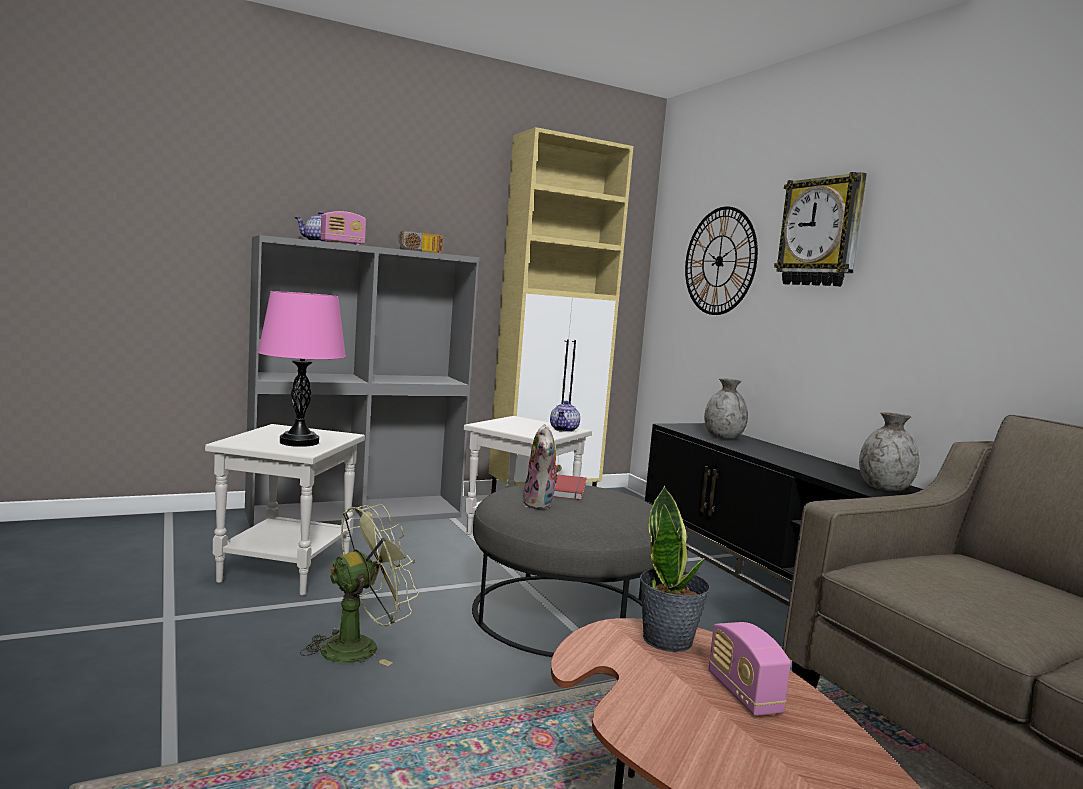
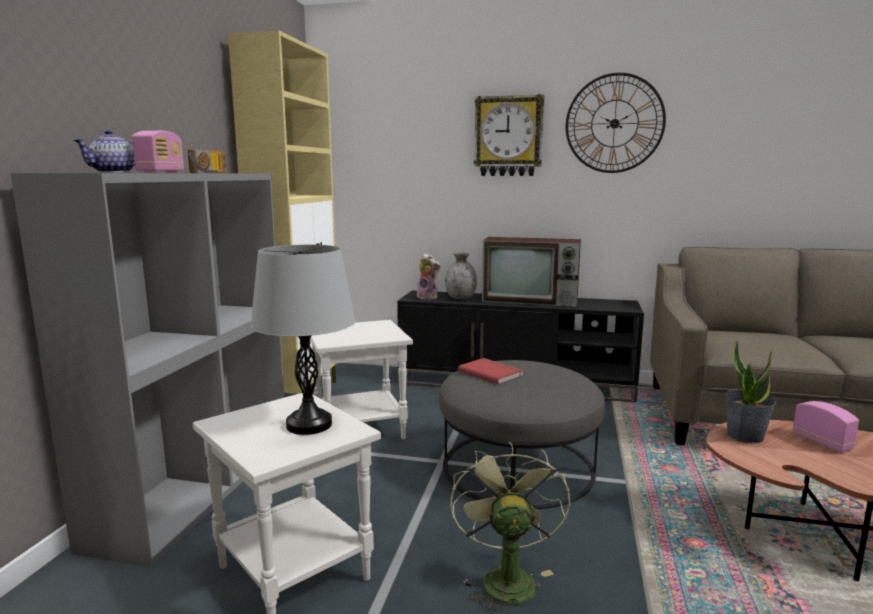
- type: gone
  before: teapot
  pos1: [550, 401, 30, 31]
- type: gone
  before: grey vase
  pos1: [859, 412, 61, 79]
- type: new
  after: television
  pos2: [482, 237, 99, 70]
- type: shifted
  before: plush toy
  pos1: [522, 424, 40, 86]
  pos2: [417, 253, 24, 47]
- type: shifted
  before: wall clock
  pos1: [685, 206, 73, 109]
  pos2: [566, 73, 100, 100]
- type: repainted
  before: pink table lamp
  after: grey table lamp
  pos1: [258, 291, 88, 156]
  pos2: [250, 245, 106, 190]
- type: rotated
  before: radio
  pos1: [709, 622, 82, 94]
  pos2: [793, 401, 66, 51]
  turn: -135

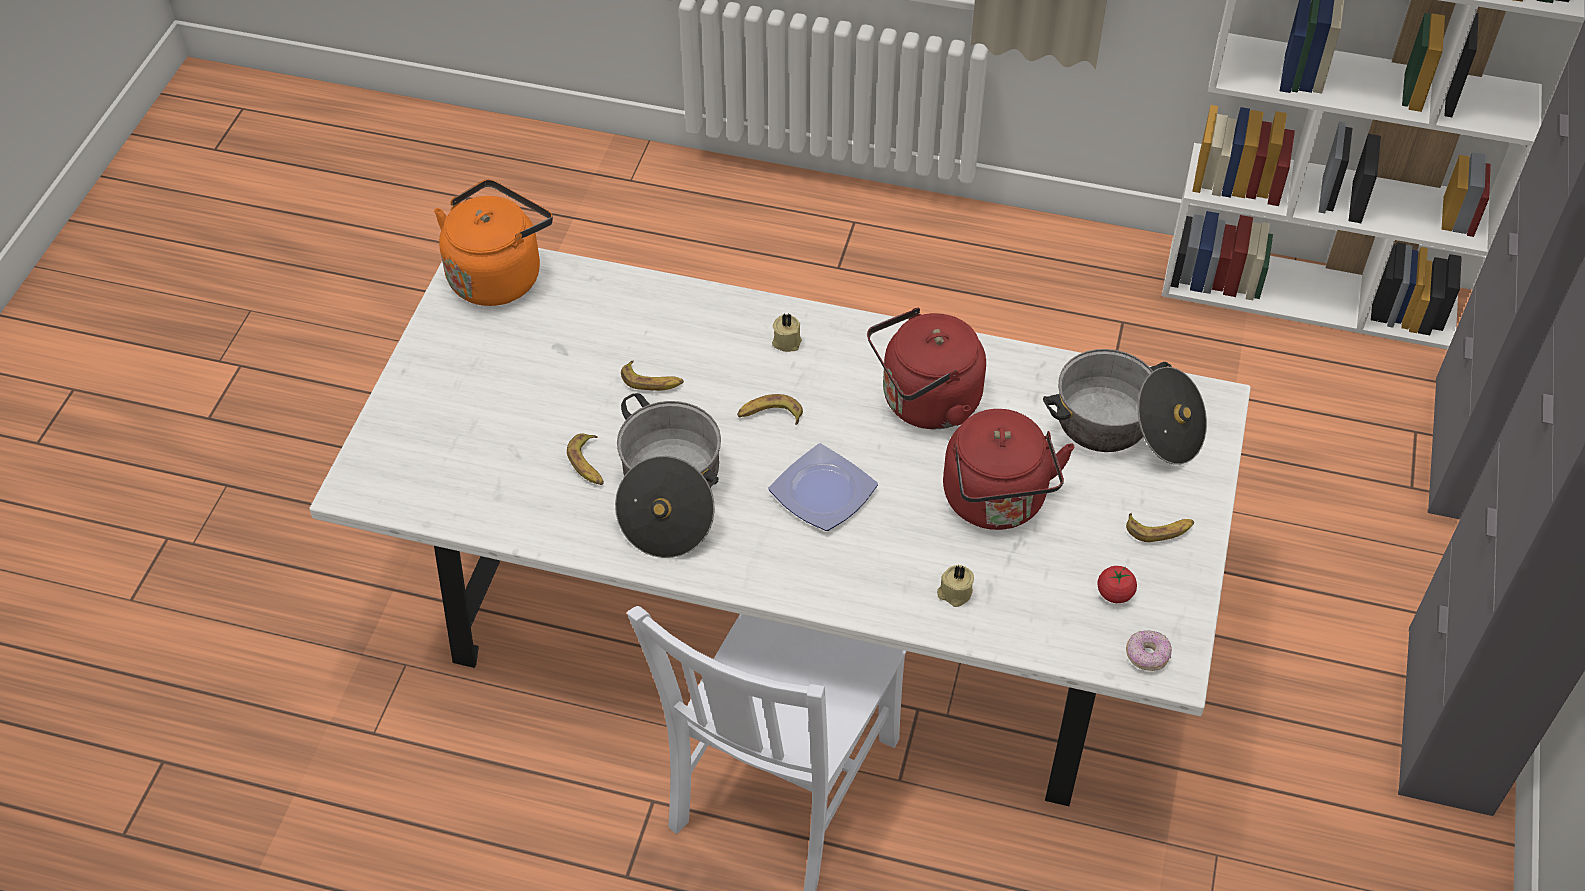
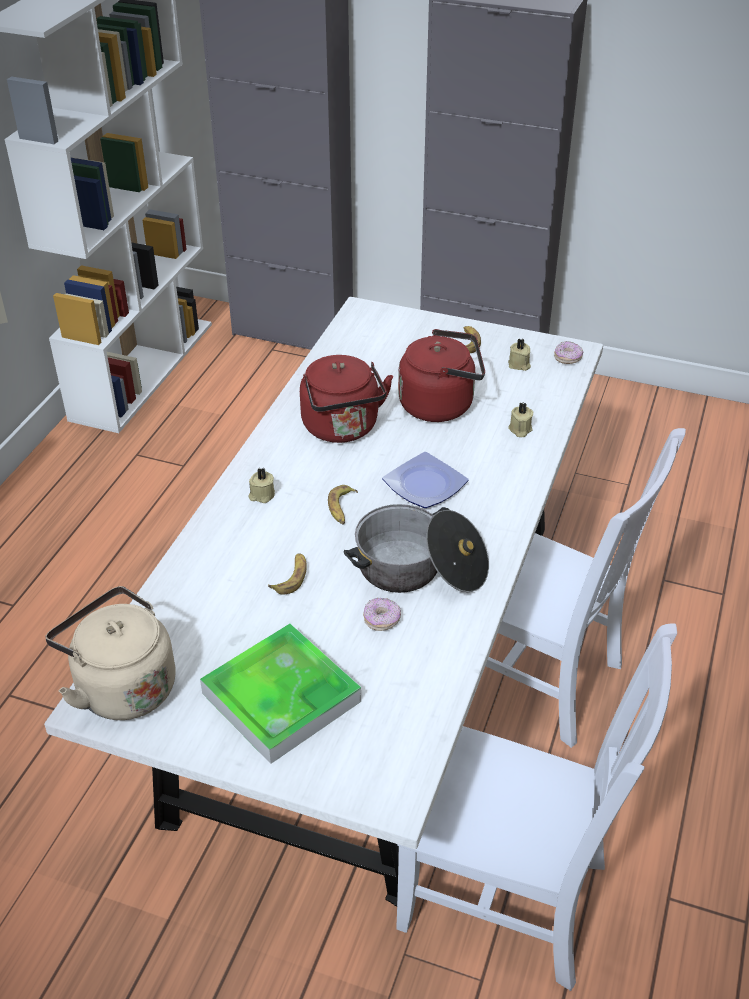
- type: gone
  before: cooking pot
  pos1: [1043, 349, 164, 115]
- type: new
  after: tray
  pos2: [200, 624, 161, 140]
- type: new
  after: white chair
  pos2: [396, 623, 281, 368]
- type: swapped
  before: banana
  after: donut
  pos1: [567, 434, 37, 51]
  pos2: [363, 598, 38, 33]
- type: swapped
  before: tomato
  after: beige candle
  pos1: [1097, 566, 40, 37]
  pos2: [508, 338, 23, 33]
- type: repainted
  before: orange kettle
  after: beige kettle
  pos1: [434, 179, 119, 127]
  pos2: [45, 586, 131, 134]

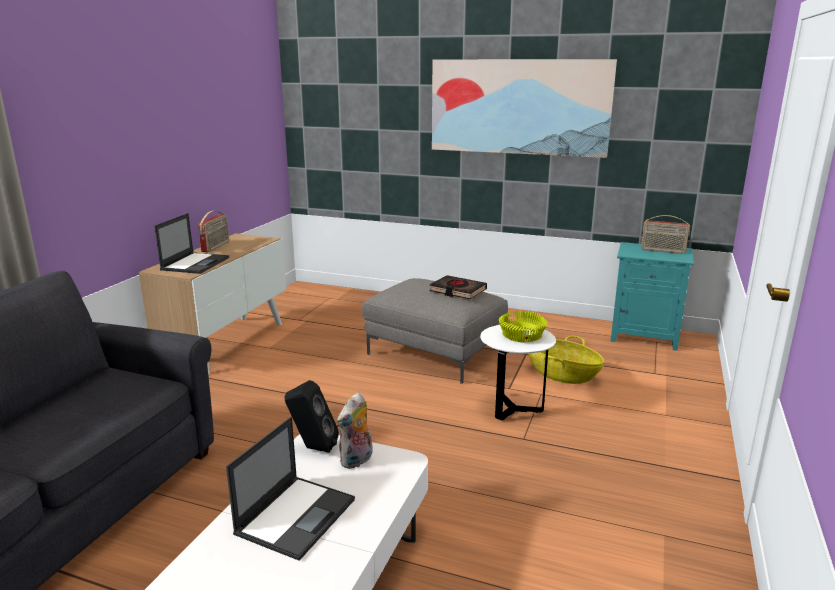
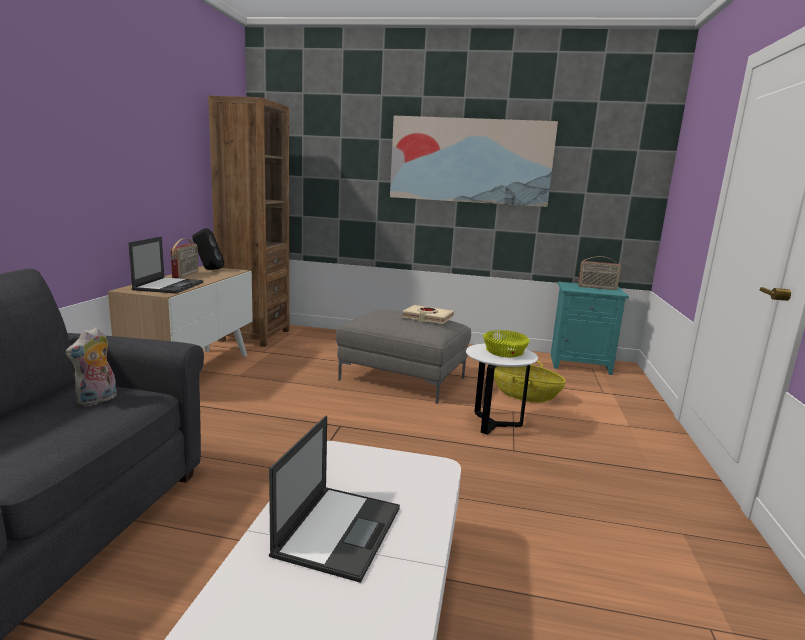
- type: new
  after: brown bookcase
  pos2: [208, 96, 81, 251]
- type: shifted
  before: black speaker
  pos1: [285, 380, 54, 73]
  pos2: [192, 228, 32, 42]
- type: shifted
  before: plush toy
  pos1: [337, 392, 35, 77]
  pos2: [65, 327, 52, 80]
- type: repainted
  before: black book
  after: beige book
  pos1: [430, 275, 57, 24]
  pos2: [402, 305, 52, 19]

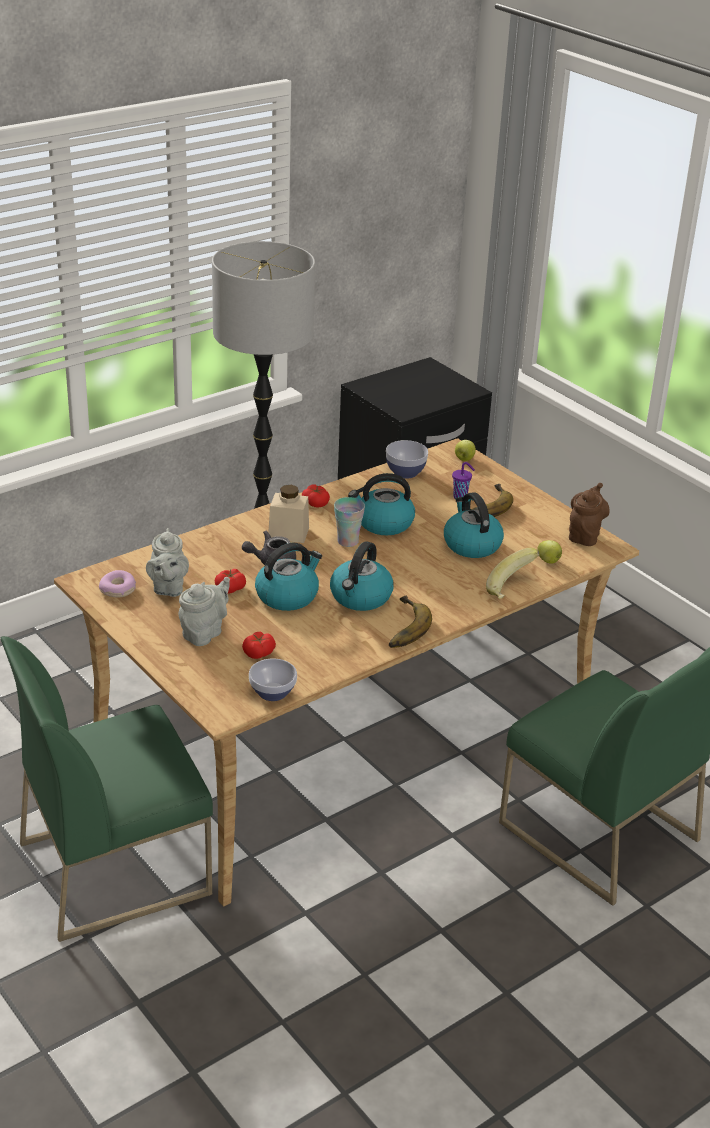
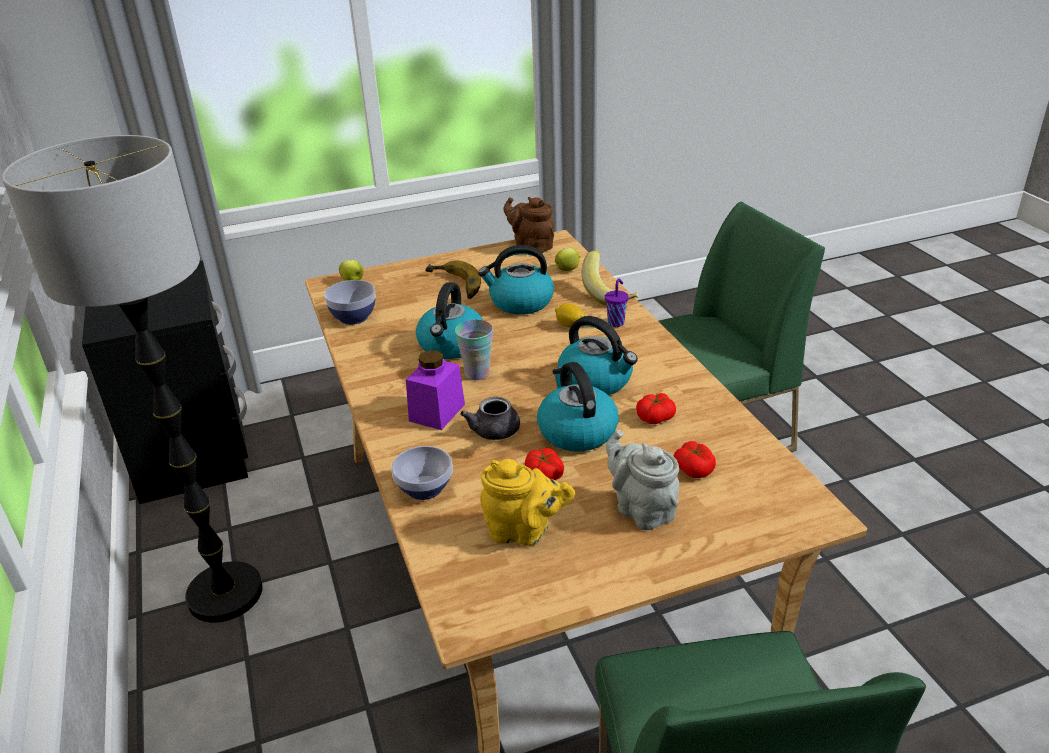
- type: gone
  before: donut
  pos1: [99, 570, 37, 27]
- type: gone
  before: banana
  pos1: [389, 596, 43, 52]
- type: new
  after: lemon
  pos2: [555, 303, 30, 25]
- type: shifted
  before: bowl
  pos1: [249, 659, 48, 42]
  pos2: [391, 446, 62, 54]
- type: shifted
  before: tomato
  pos1: [302, 485, 28, 23]
  pos2: [636, 393, 40, 31]
- type: shifted
  before: purple cup
  pos1: [452, 462, 23, 37]
  pos2: [605, 279, 24, 48]
- type: repainted
  before: grey teapot
  after: yellow teapot
  pos1: [146, 528, 43, 69]
  pos2: [480, 459, 95, 87]
- type: repainted
  before: beige jar
  after: purple jar
  pos1: [268, 485, 41, 58]
  pos2: [406, 350, 59, 80]

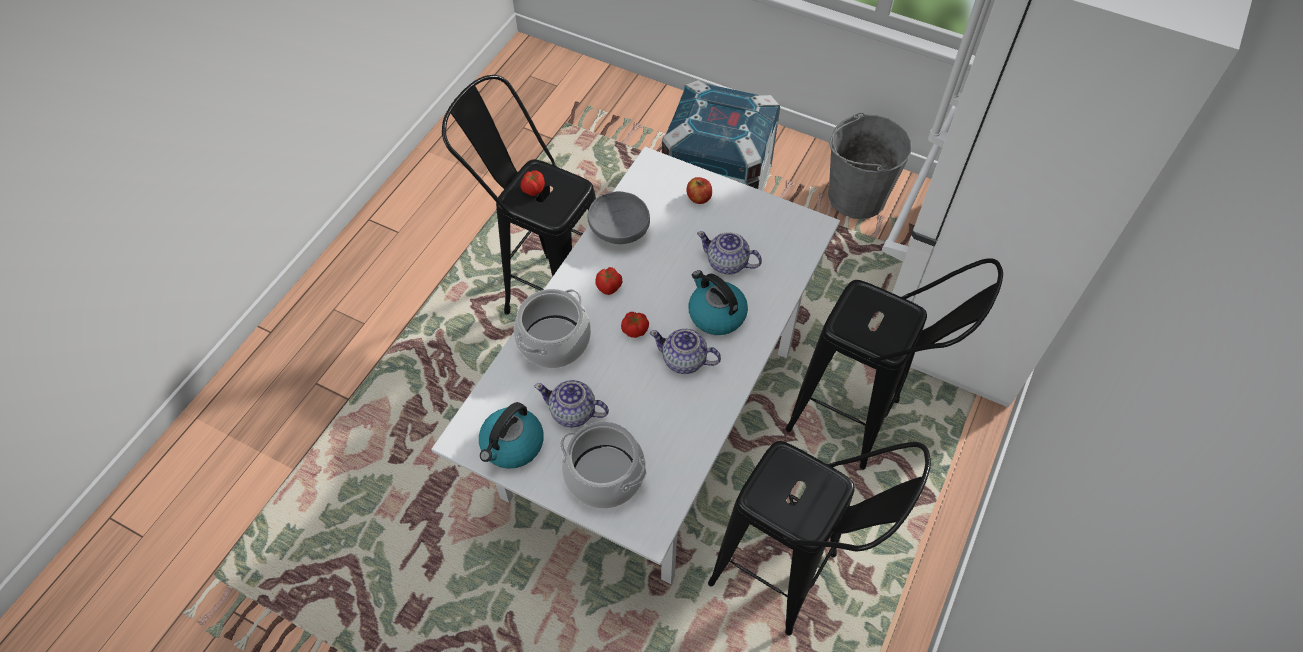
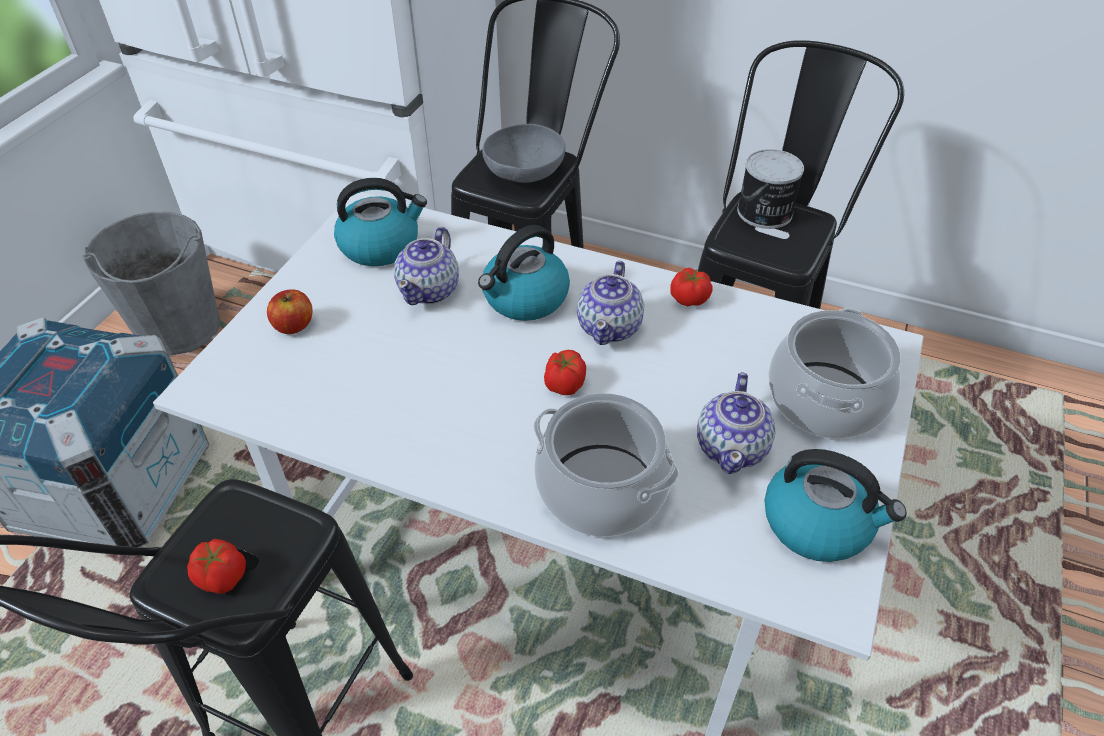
- type: new
  after: kettle
  pos2: [334, 178, 93, 88]
- type: new
  after: can
  pos2: [737, 149, 67, 80]
- type: shifted
  before: grey bowl
  pos1: [588, 191, 62, 53]
  pos2: [482, 124, 83, 59]
- type: shifted
  before: tomato
  pos1: [595, 267, 27, 28]
  pos2: [670, 268, 43, 38]

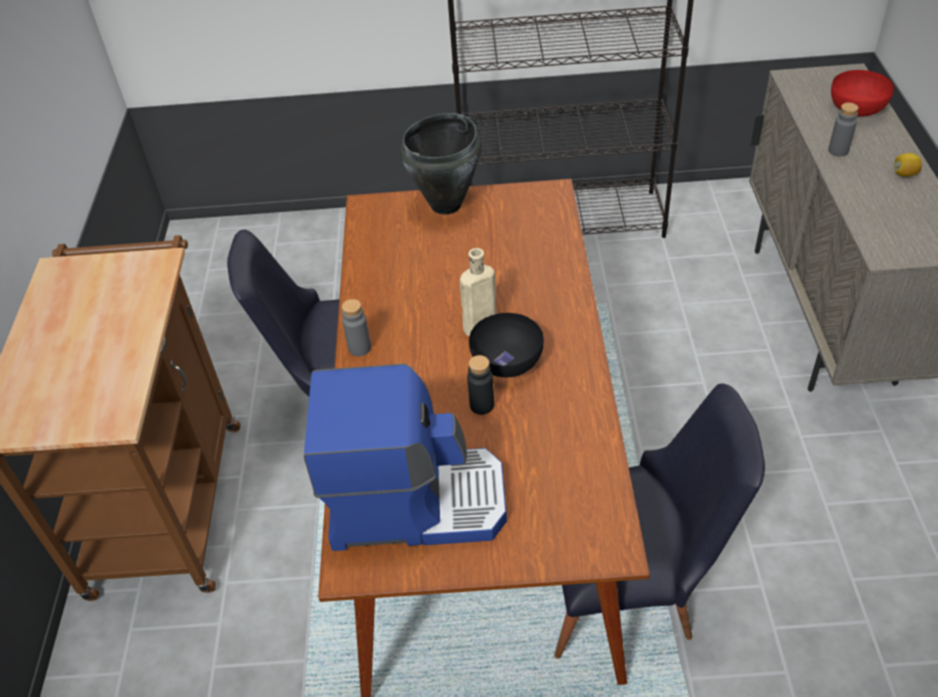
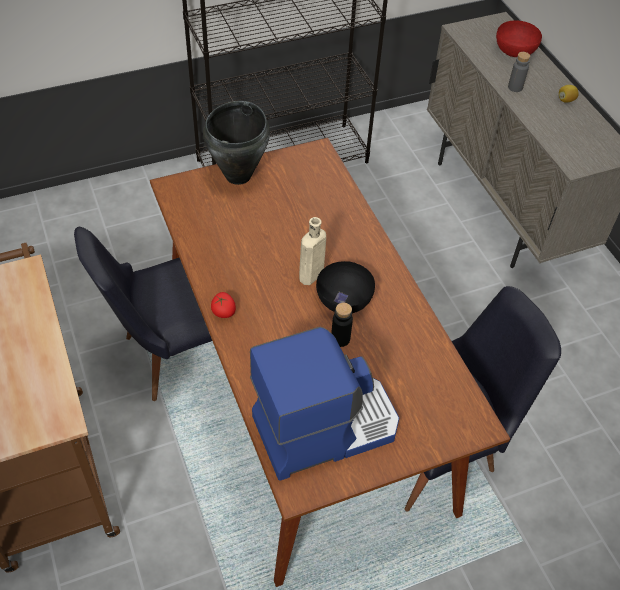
- type: swapped
  before: grey bottle
  after: tomato
  pos1: [342, 299, 29, 57]
  pos2: [211, 292, 25, 26]

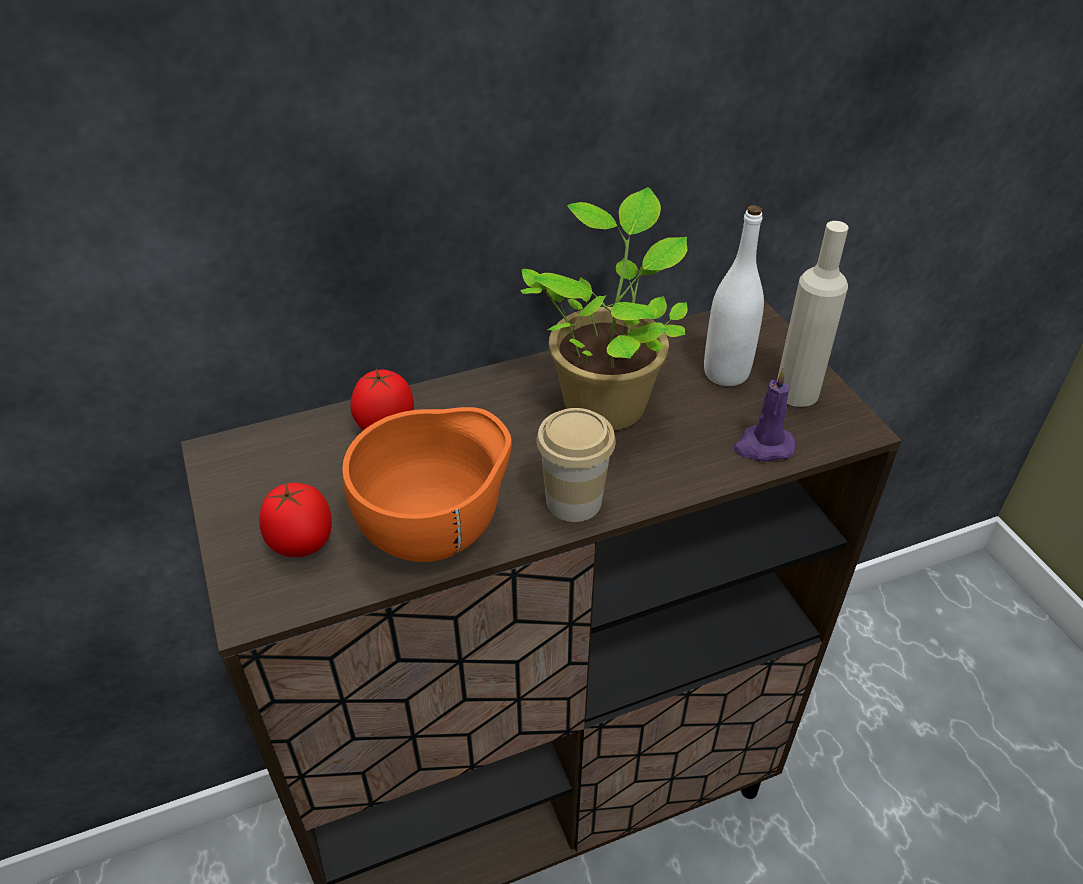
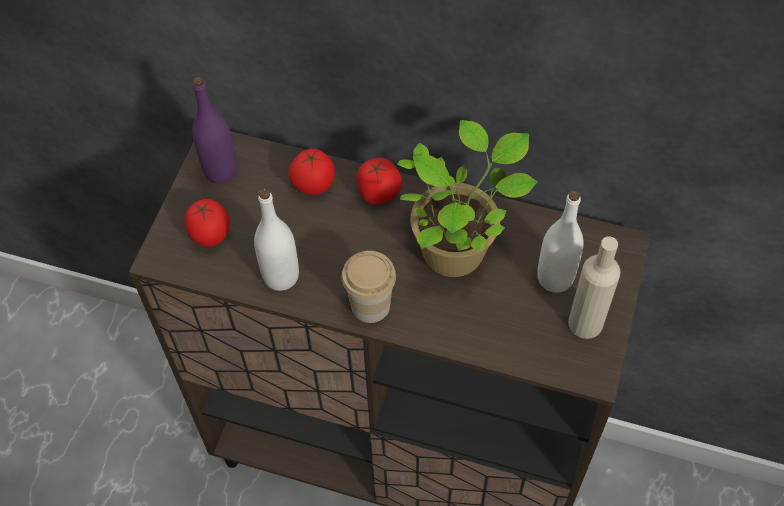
- type: gone
  before: purple candle
  pos1: [734, 369, 61, 92]
- type: new
  after: purple bottle
  pos2: [192, 77, 45, 107]
- type: new
  after: tomato
  pos2: [356, 158, 46, 47]
- type: swapped
  before: orange bowl
  after: white bottle
  pos1: [343, 407, 169, 155]
  pos2: [254, 189, 45, 102]

